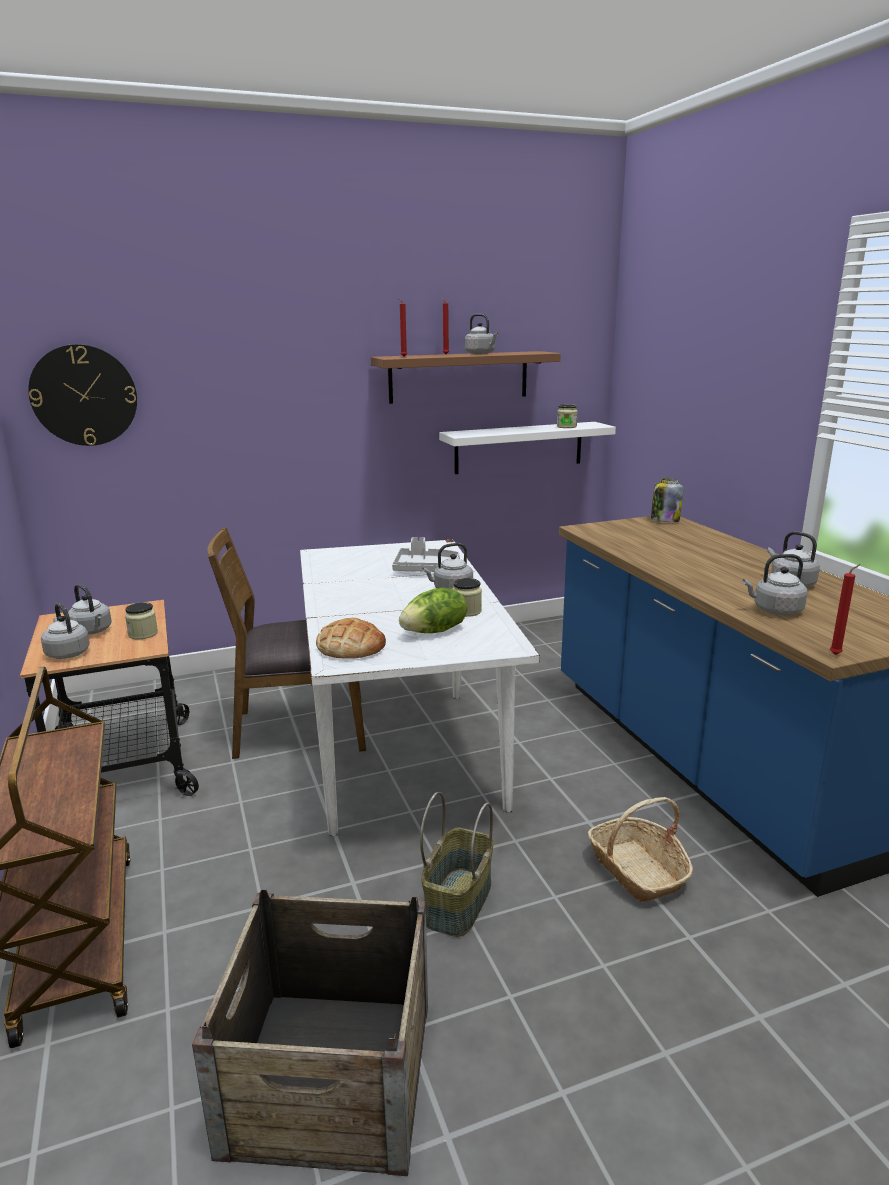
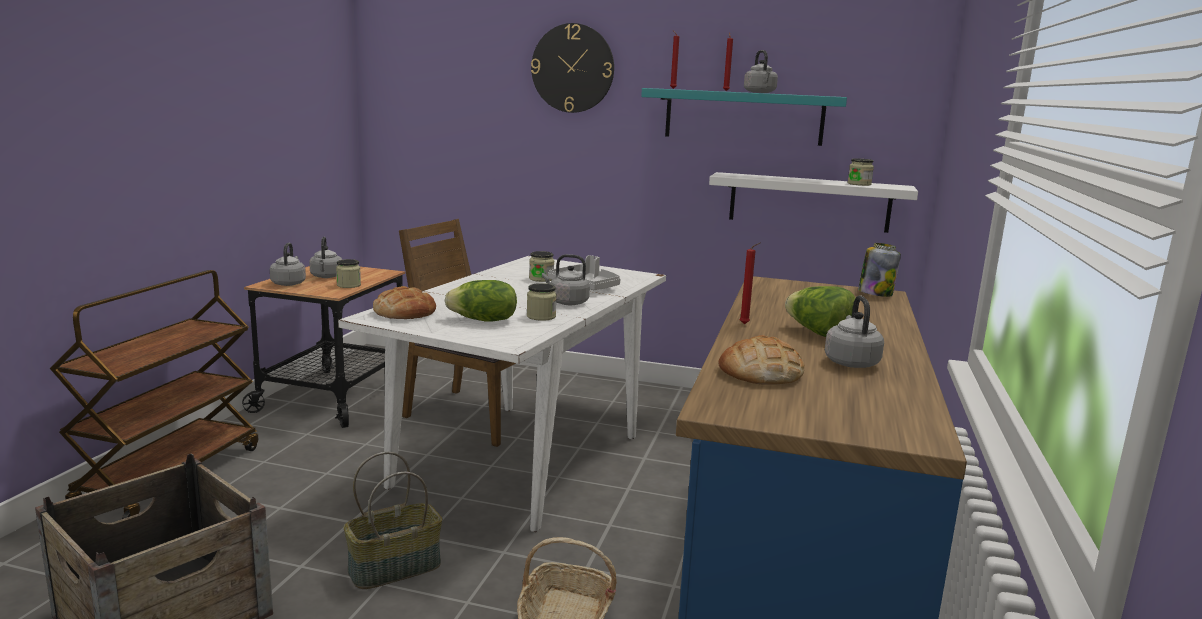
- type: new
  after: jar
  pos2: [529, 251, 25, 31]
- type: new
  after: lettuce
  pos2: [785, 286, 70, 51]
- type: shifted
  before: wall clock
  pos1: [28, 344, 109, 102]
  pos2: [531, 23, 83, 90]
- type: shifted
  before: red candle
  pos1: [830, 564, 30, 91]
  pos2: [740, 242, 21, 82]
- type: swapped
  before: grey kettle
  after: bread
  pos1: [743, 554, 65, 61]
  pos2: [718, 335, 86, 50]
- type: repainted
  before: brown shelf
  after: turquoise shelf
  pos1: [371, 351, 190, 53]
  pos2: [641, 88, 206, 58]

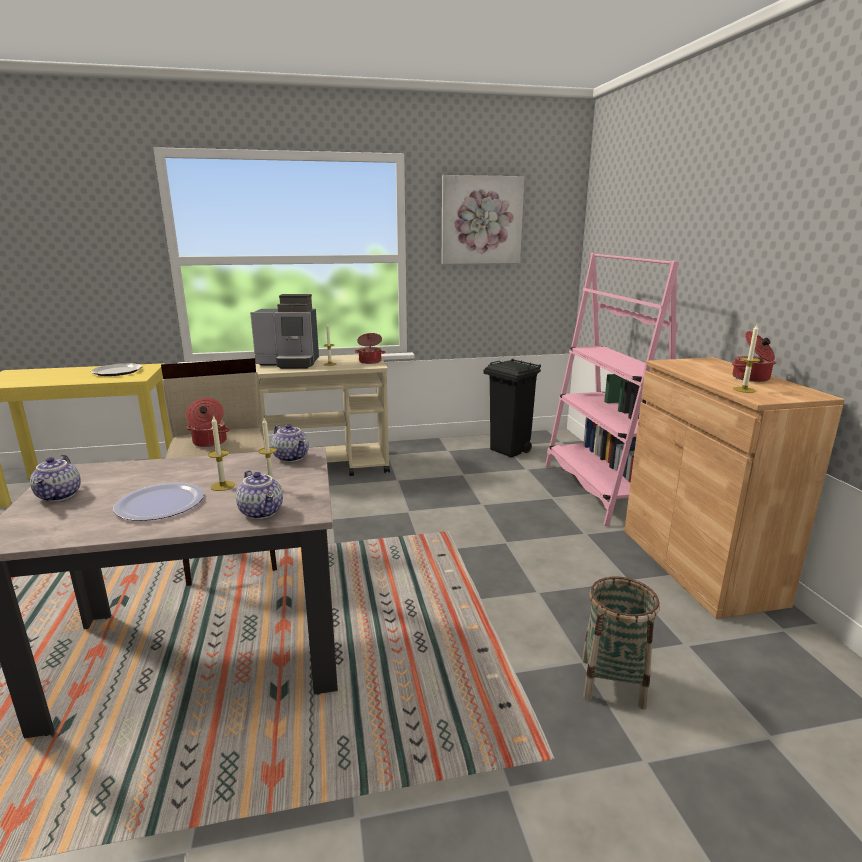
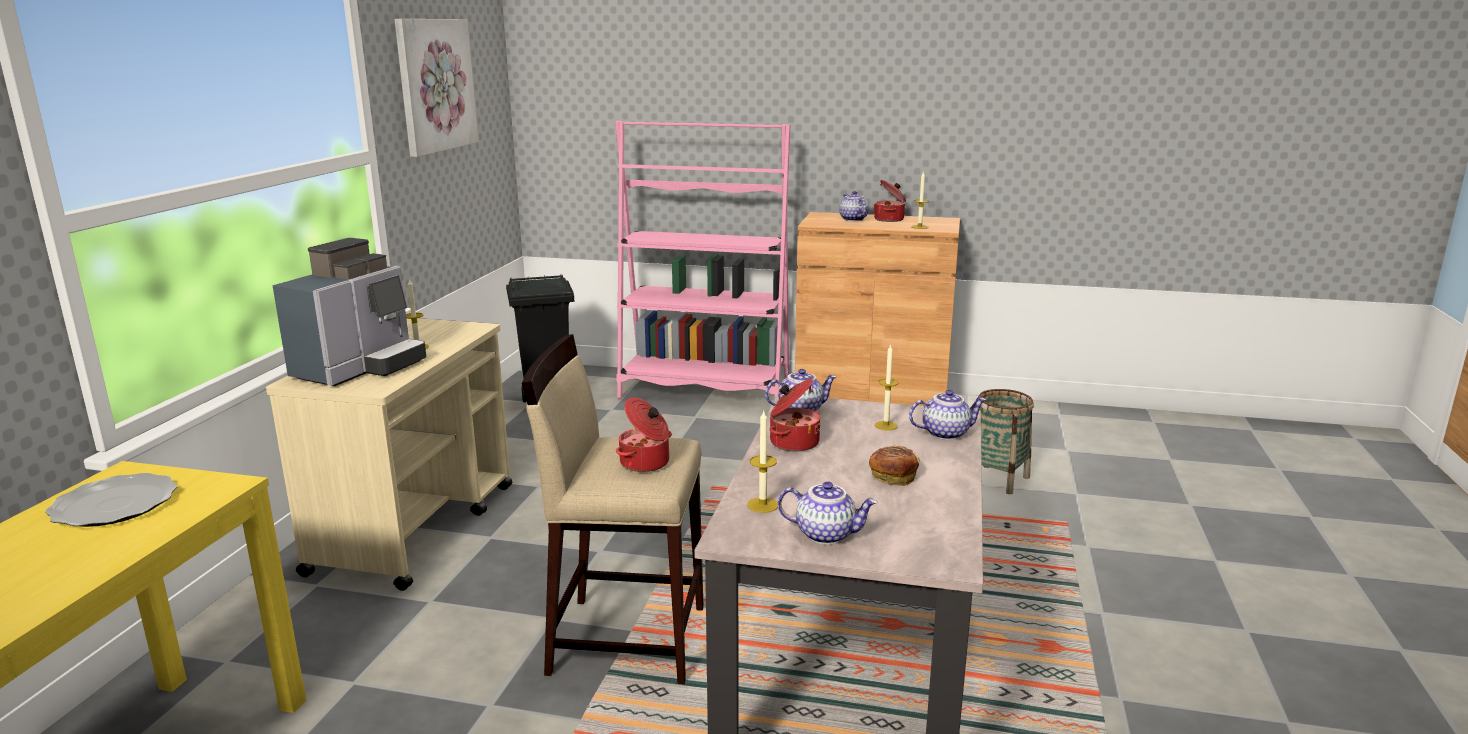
- type: new
  after: teapot
  pos2: [839, 191, 30, 30]
- type: shifted
  before: candle
  pos1: [208, 415, 27, 76]
  pos2: [747, 411, 31, 102]
- type: shifted
  before: cooking pot
  pos1: [354, 333, 32, 31]
  pos2: [769, 378, 52, 73]
- type: swapped
  before: plate
  after: bread
  pos1: [113, 483, 91, 38]
  pos2: [869, 446, 50, 40]

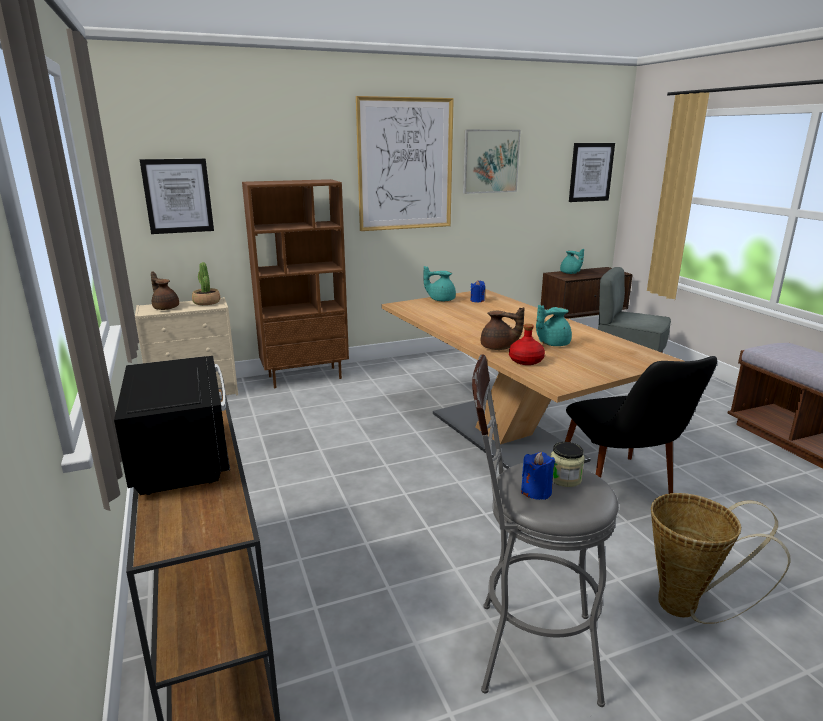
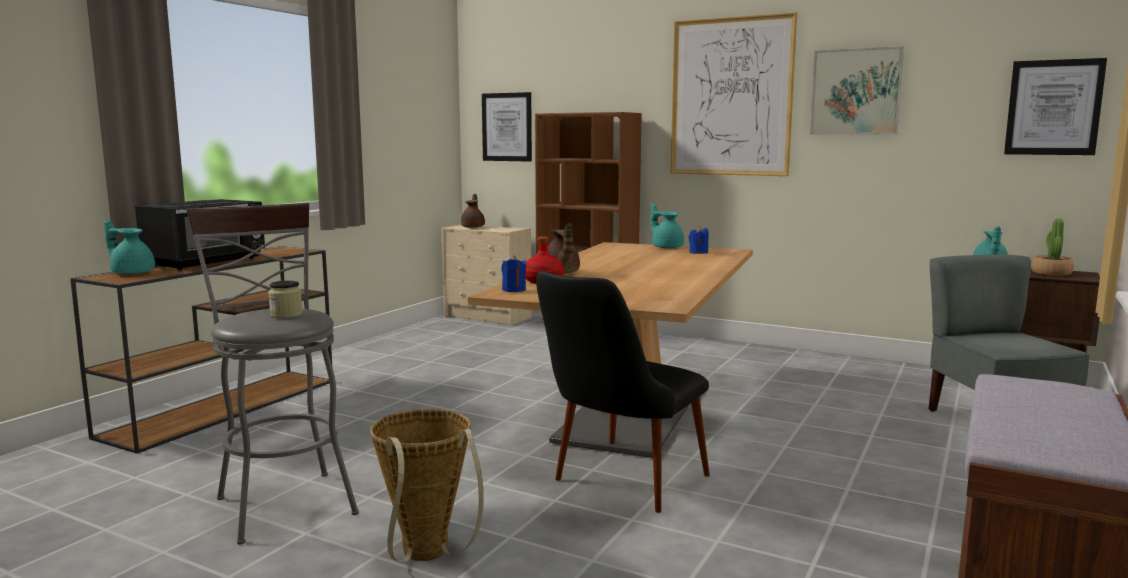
- type: shifted
  before: potted plant
  pos1: [192, 262, 28, 43]
  pos2: [1031, 218, 43, 58]
- type: shifted
  before: blue candle
  pos1: [521, 452, 34, 48]
  pos2: [501, 255, 25, 37]
- type: shifted
  before: turquoise teapot
  pos1: [536, 305, 36, 41]
  pos2: [104, 219, 51, 56]

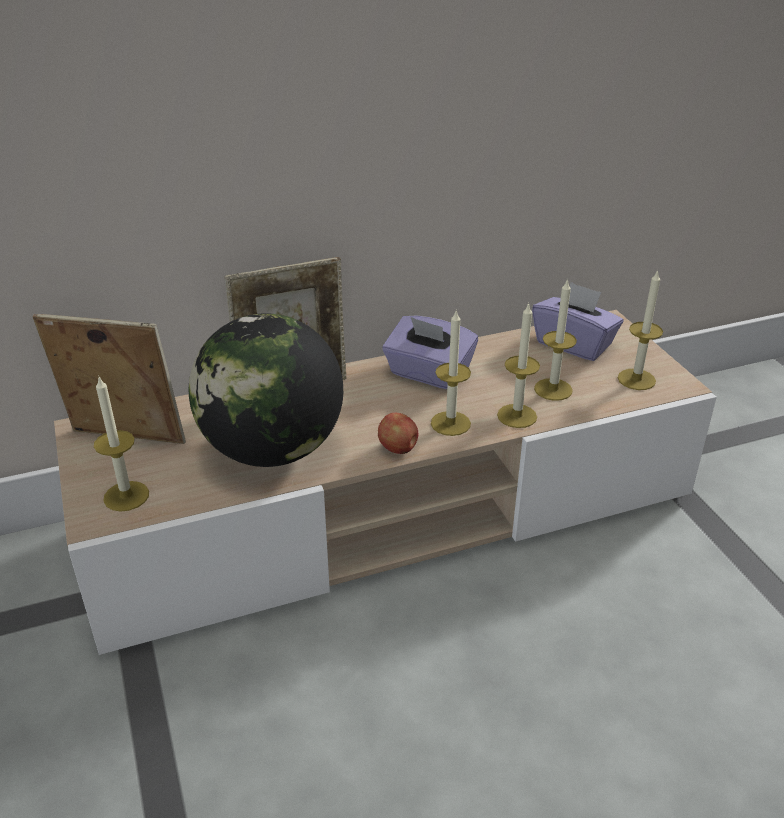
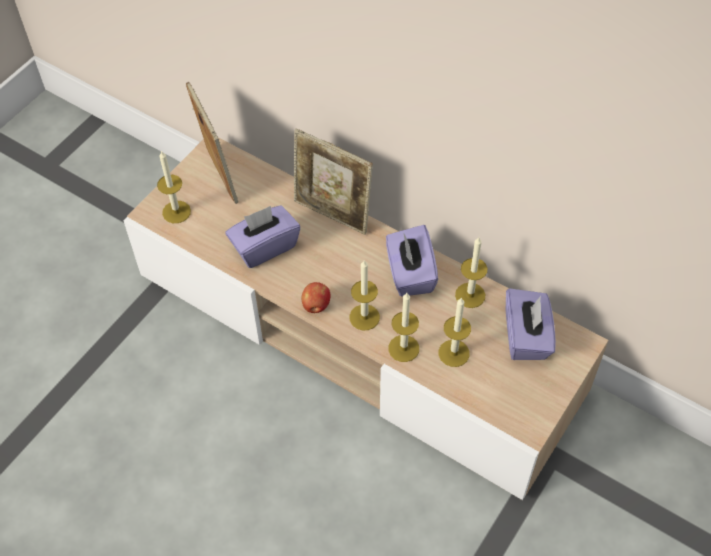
- type: shifted
  before: candle
  pos1: [618, 270, 45, 120]
  pos2: [455, 237, 32, 71]
- type: swapped
  before: globe
  after: purple tissue box
  pos1: [189, 313, 154, 154]
  pos2: [225, 205, 75, 63]

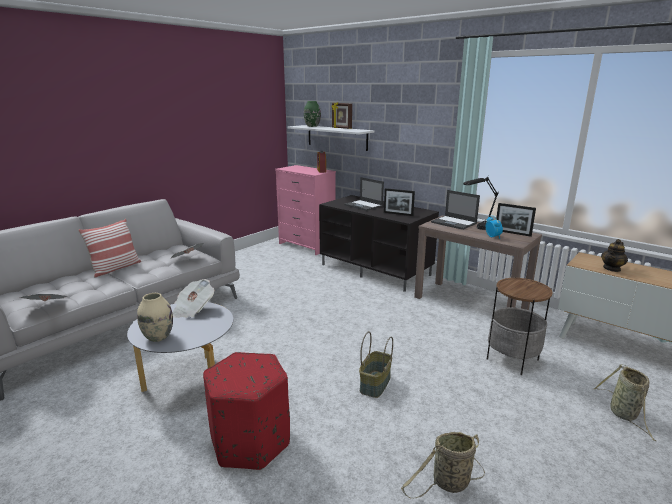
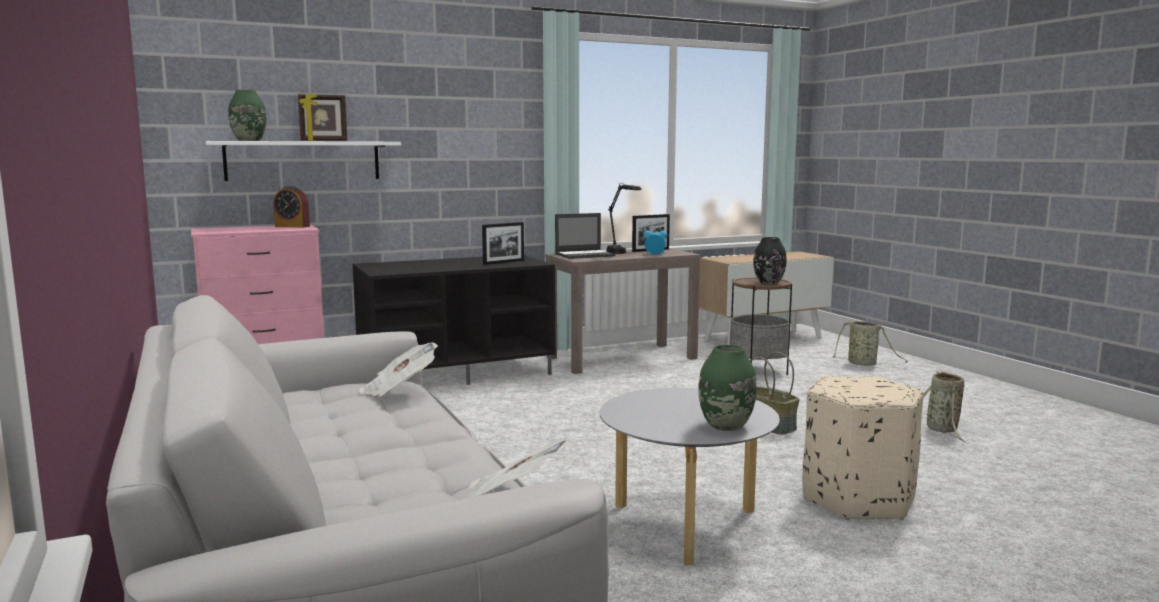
- type: gone
  before: pillow
  pos1: [78, 219, 63, 59]
- type: gone
  before: newspaper
  pos1: [172, 279, 42, 39]
- type: gone
  before: laptop
  pos1: [344, 177, 40, 34]
- type: gone
  before: teapot
  pos1: [601, 239, 27, 33]
- type: new
  after: black vase
  pos2: [753, 237, 34, 47]
- type: repainted
  before: beige vase
  after: green vase
  pos1: [137, 293, 36, 49]
  pos2: [698, 345, 59, 86]
- type: repainted
  before: red ottoman
  after: beige ottoman
  pos1: [203, 352, 87, 118]
  pos2: [802, 376, 122, 144]

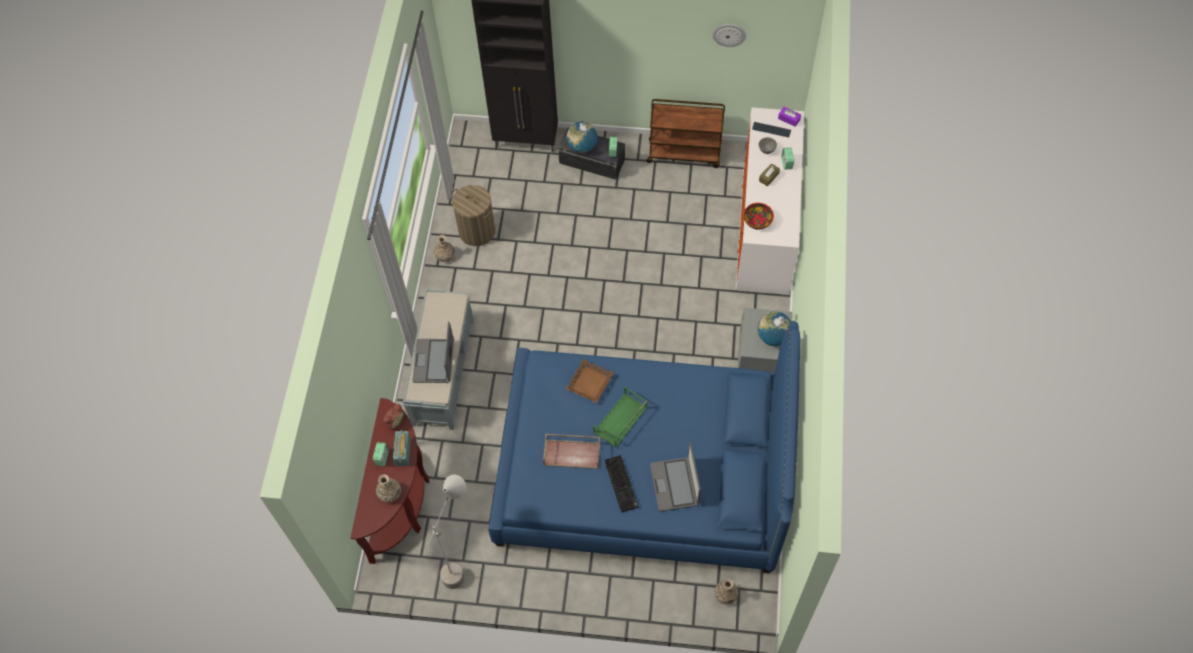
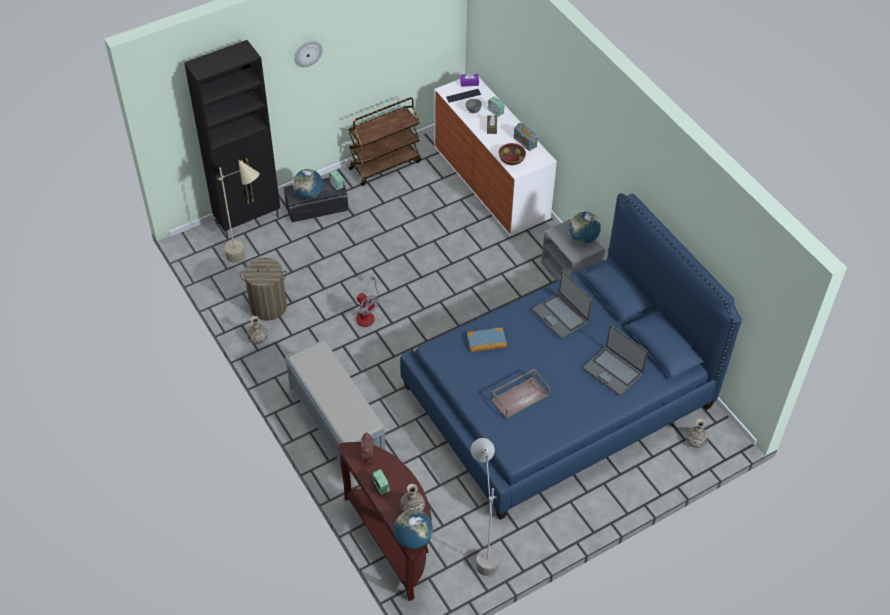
- type: gone
  before: green tray
  pos1: [593, 387, 54, 61]
- type: gone
  before: keyboard
  pos1: [604, 455, 34, 58]
- type: new
  after: beige floor lamp
  pos2: [217, 160, 43, 103]
- type: new
  after: fan
  pos2: [356, 274, 23, 53]
- type: new
  after: globe
  pos2: [394, 510, 39, 39]
- type: shifted
  before: radio
  pos1: [393, 430, 18, 36]
  pos2: [514, 123, 24, 28]
- type: shifted
  before: laptop
  pos1: [413, 322, 41, 61]
  pos2: [532, 271, 60, 68]
- type: shifted
  before: wall clock
  pos1: [713, 24, 33, 23]
  pos2: [294, 41, 29, 26]
- type: swapped
  before: brown tray
  after: book
  pos1: [566, 359, 48, 44]
  pos2: [467, 327, 40, 25]

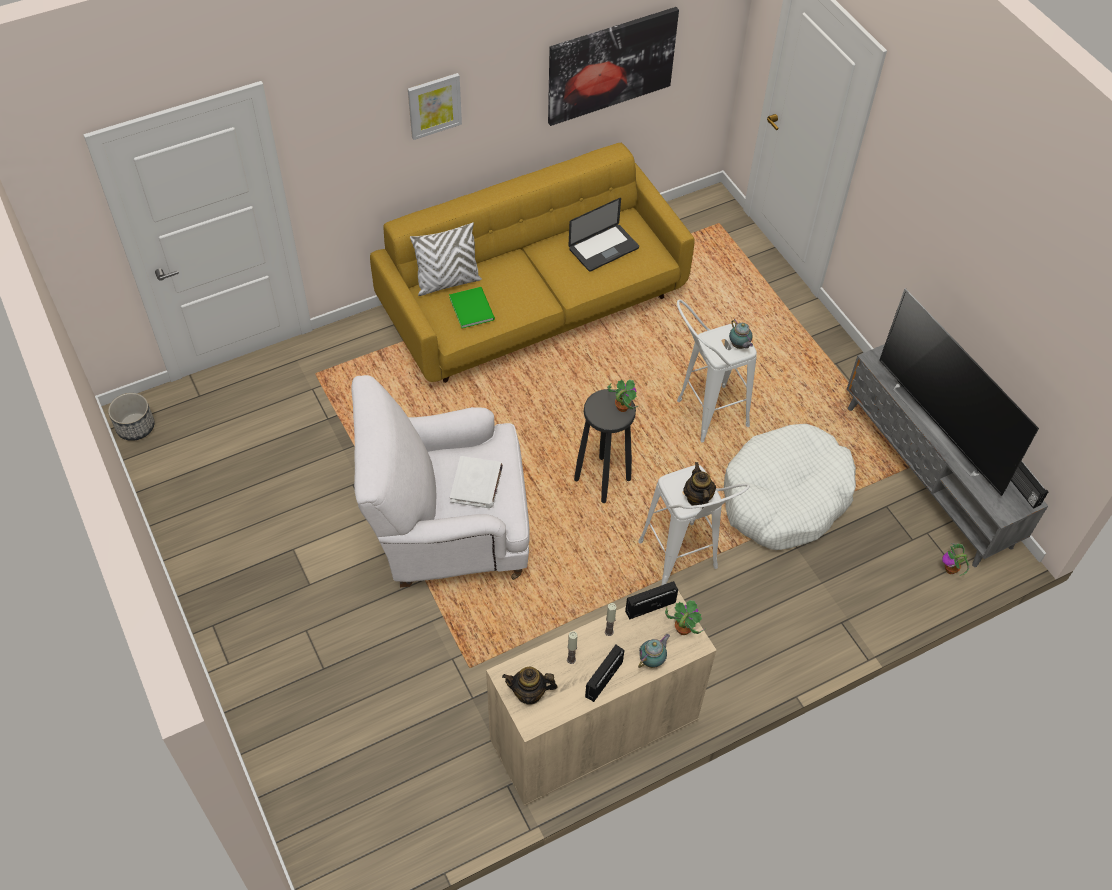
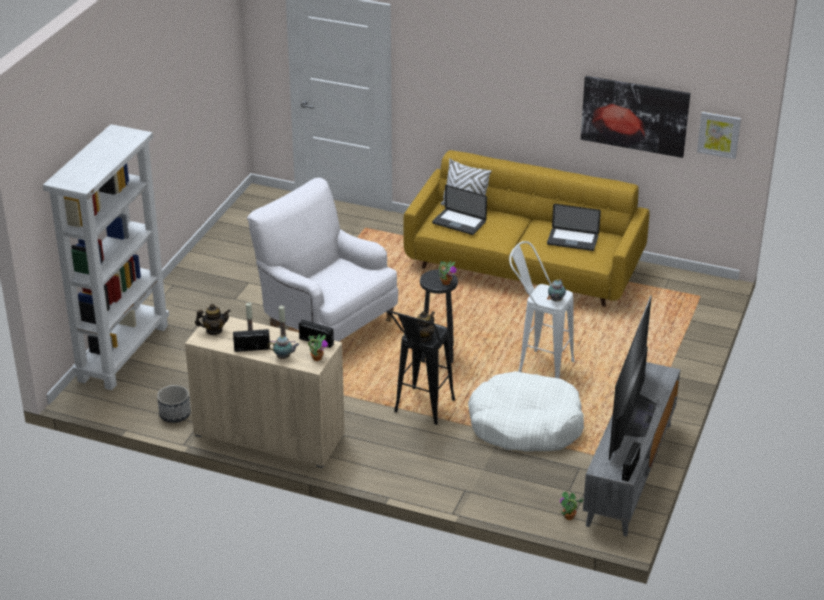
- type: gone
  before: white book
  pos1: [450, 456, 53, 52]
- type: new
  after: white bookcase
  pos2: [43, 124, 126, 266]
- type: shifted
  before: planter
  pos1: [108, 393, 47, 48]
  pos2: [157, 385, 34, 38]
- type: shifted
  before: picture
  pos1: [408, 73, 54, 67]
  pos2: [697, 112, 44, 47]
- type: swapped
  before: green book
  after: laptop
  pos1: [449, 287, 46, 41]
  pos2: [432, 185, 55, 50]
- type: repainted
  before: white stool
  after: black stool
  pos1: [638, 465, 112, 120]
  pos2: [387, 310, 68, 115]
- type: rotated
  before: teapot
  pos1: [502, 667, 56, 37]
  pos2: [195, 304, 36, 31]
  turn: 120

